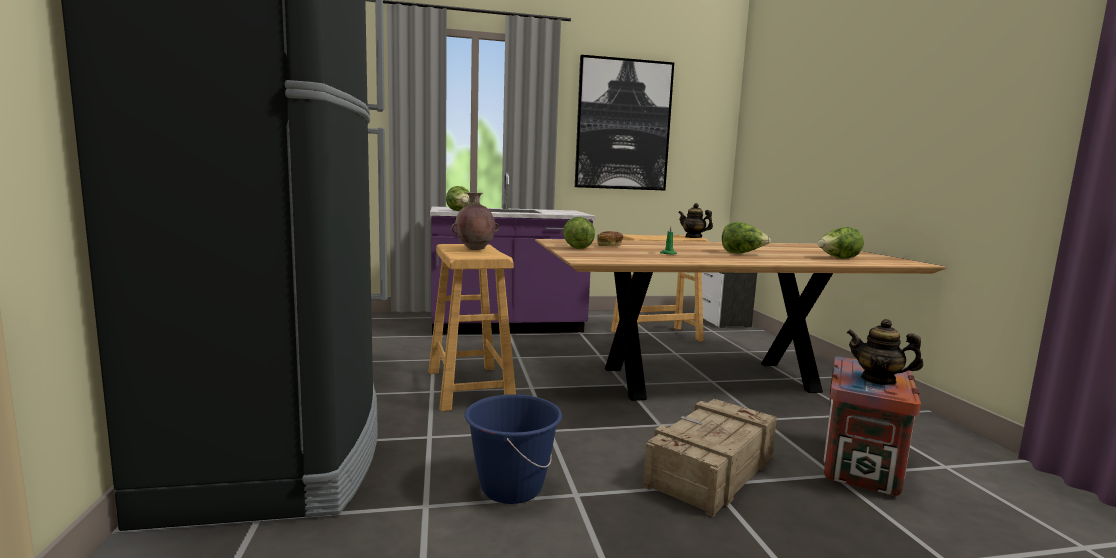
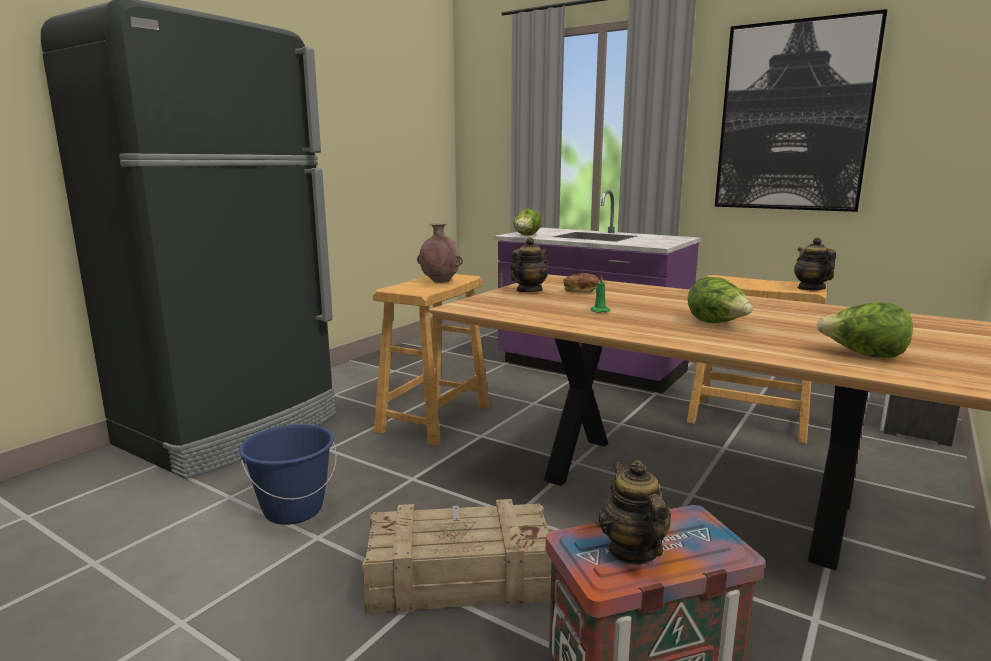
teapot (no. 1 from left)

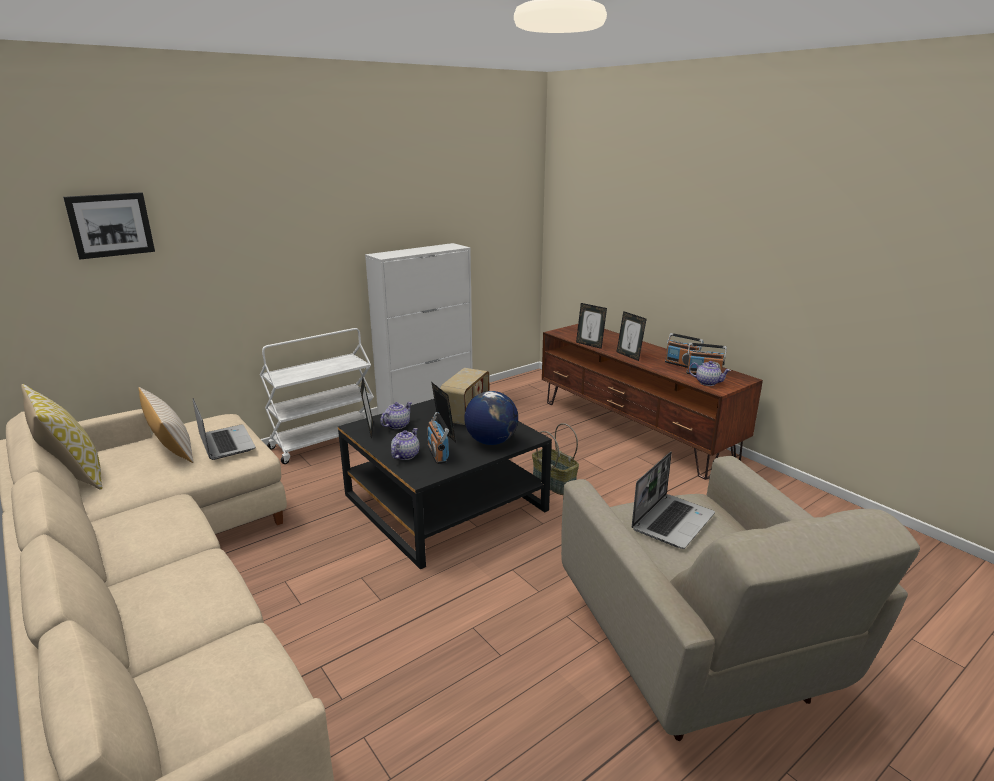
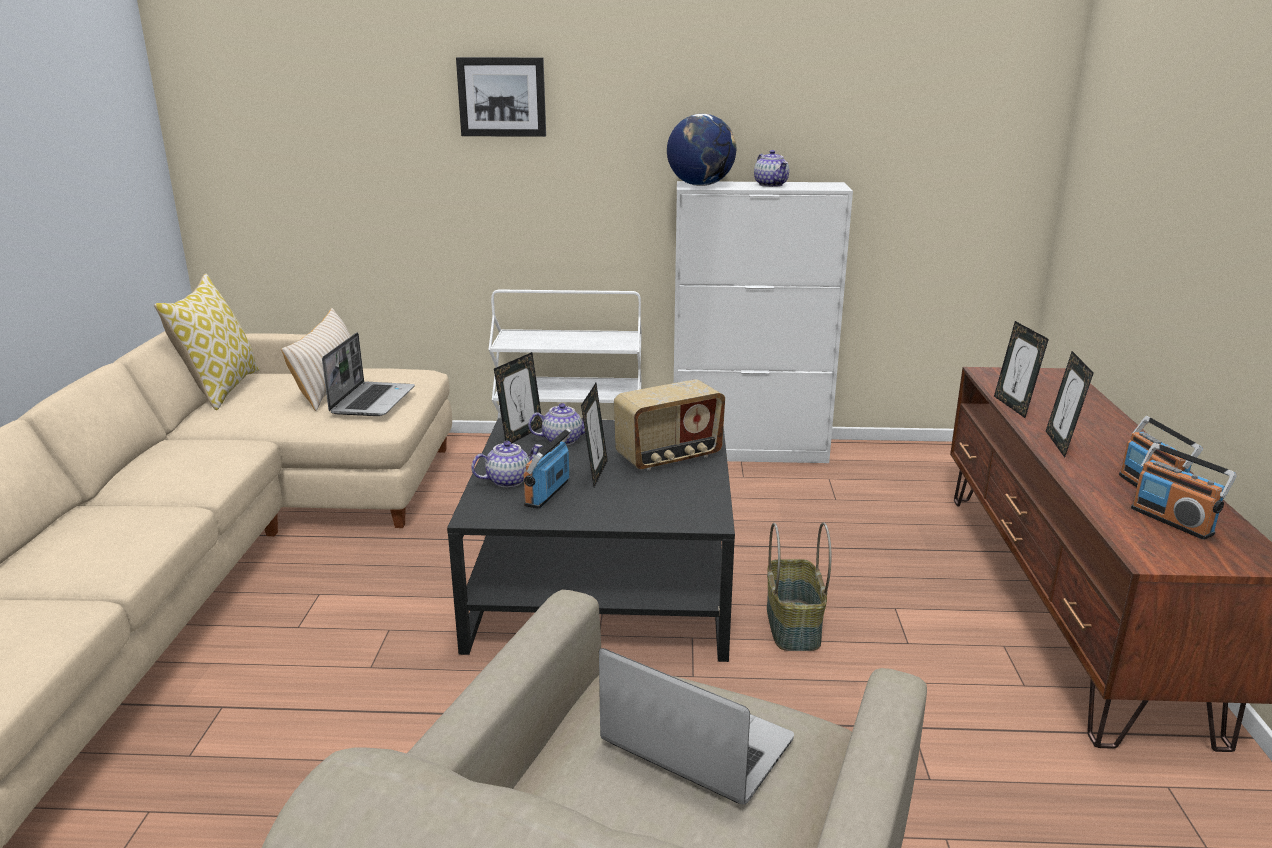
picture; globe; laptop (no. 2 from left); teapot (no. 3 from left)

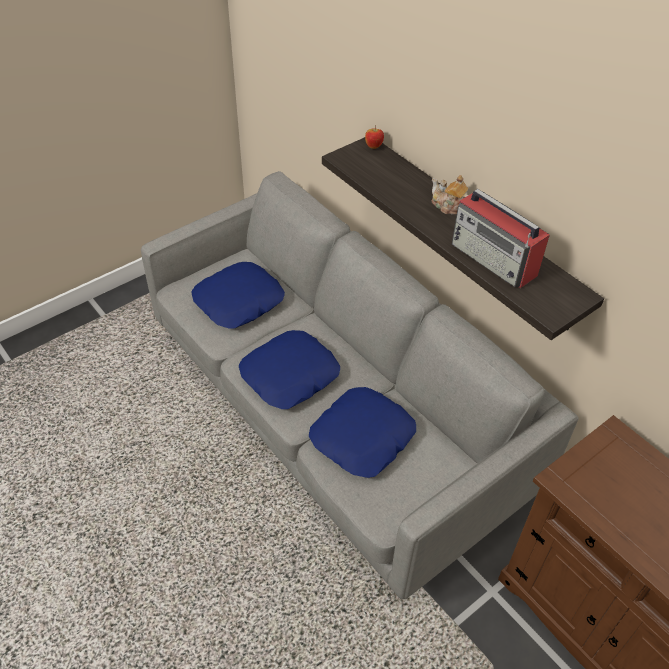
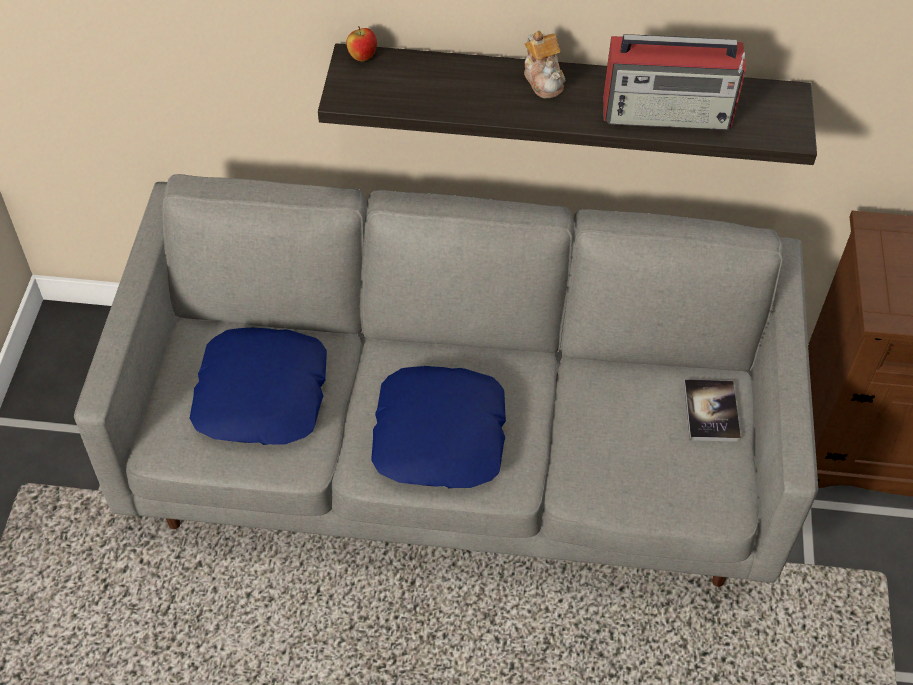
blue pillow (no. 3 from left in the first image); teapot; book

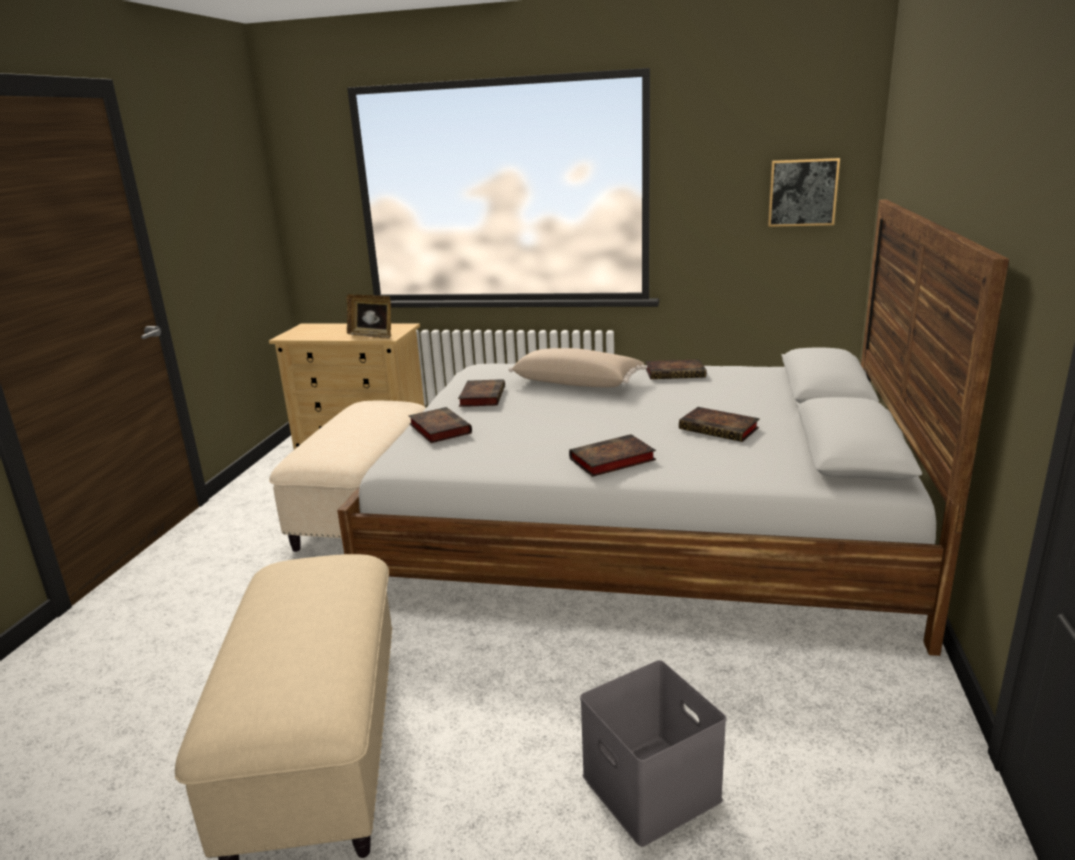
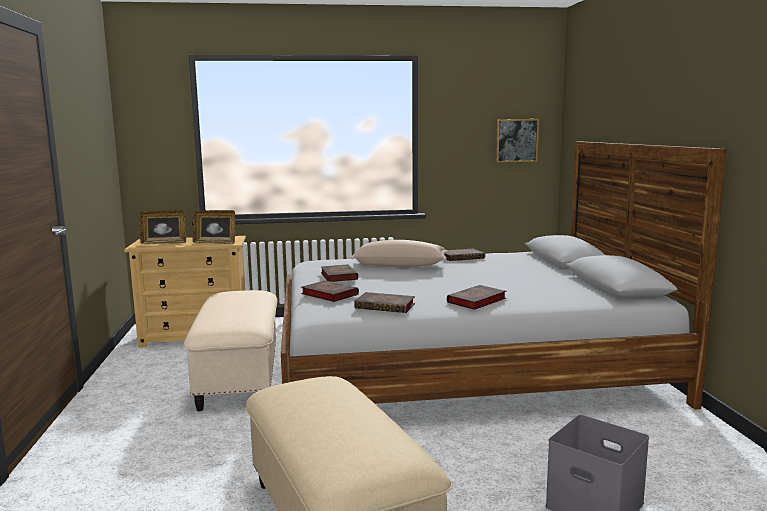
book (no. 3 from left); picture frame (no. 1 from left)

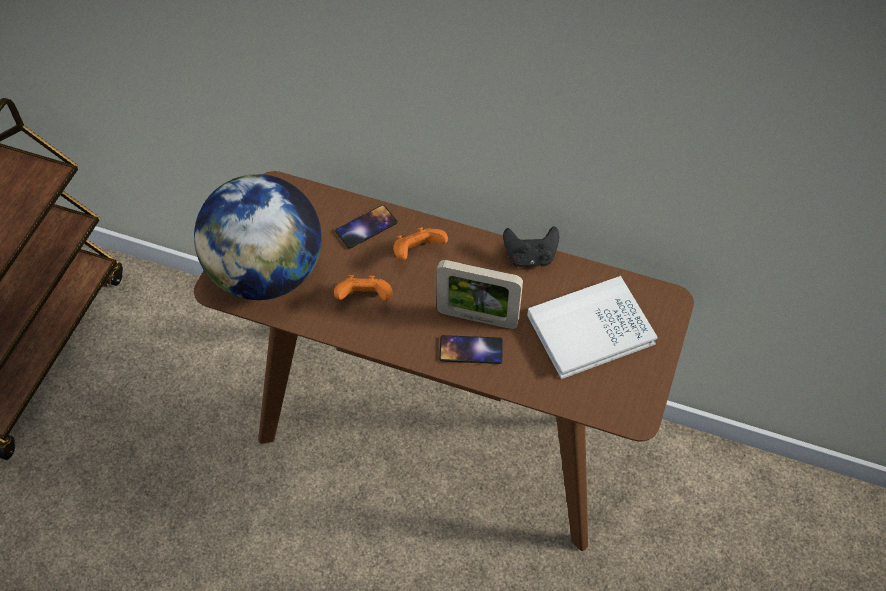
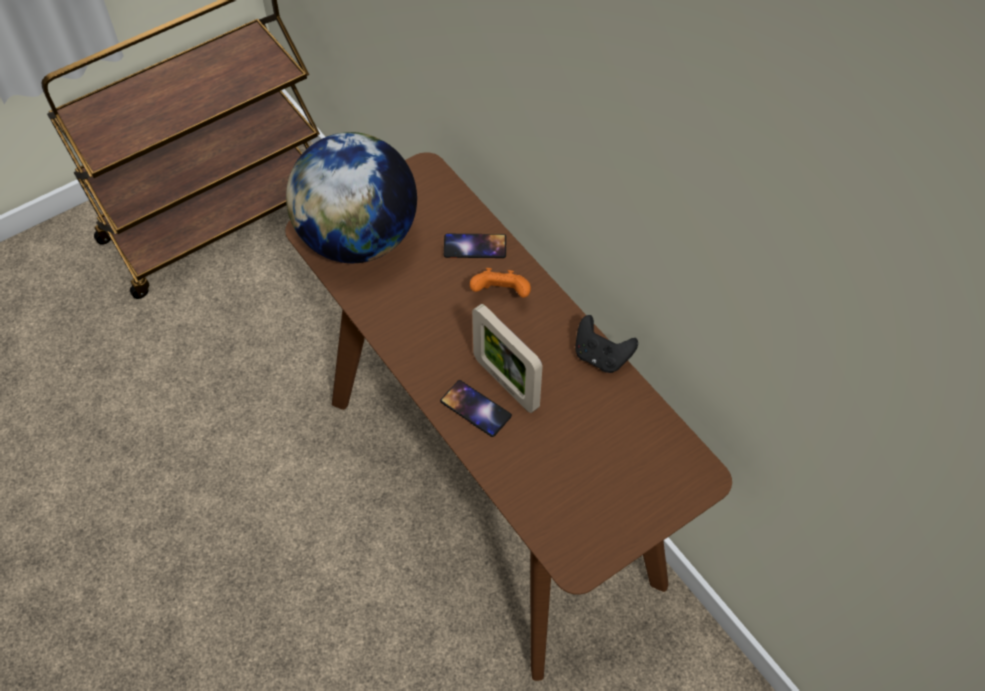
orange game controller (no. 1 from left in the first image); white book

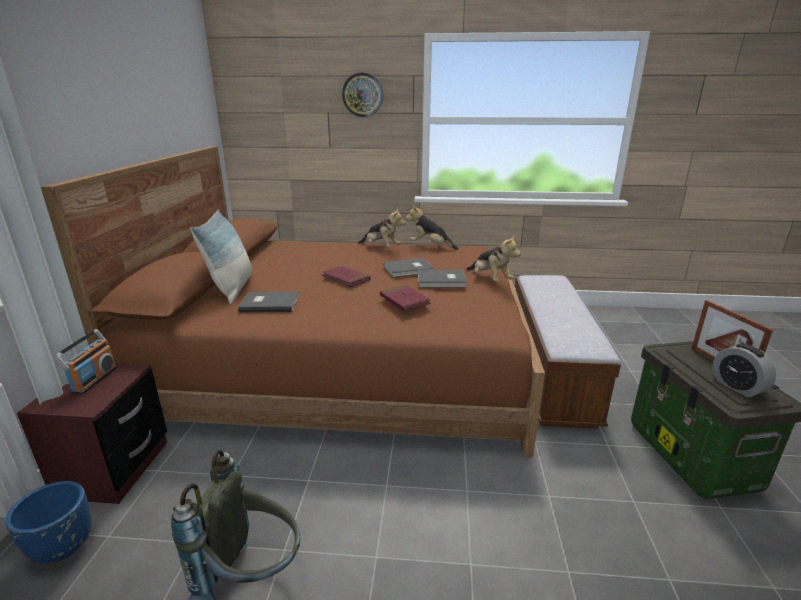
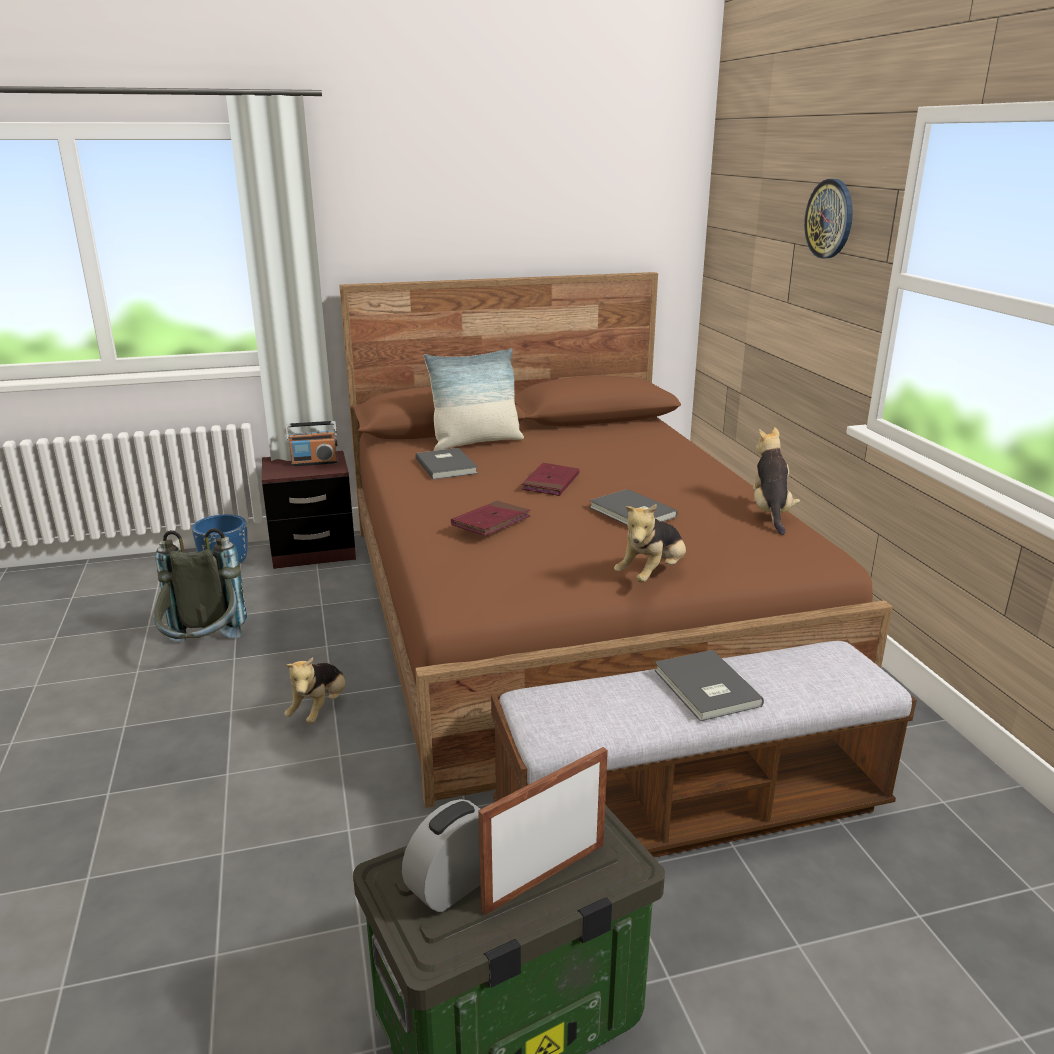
plush toy (no. 1 from left); grey book (no. 3 from left)

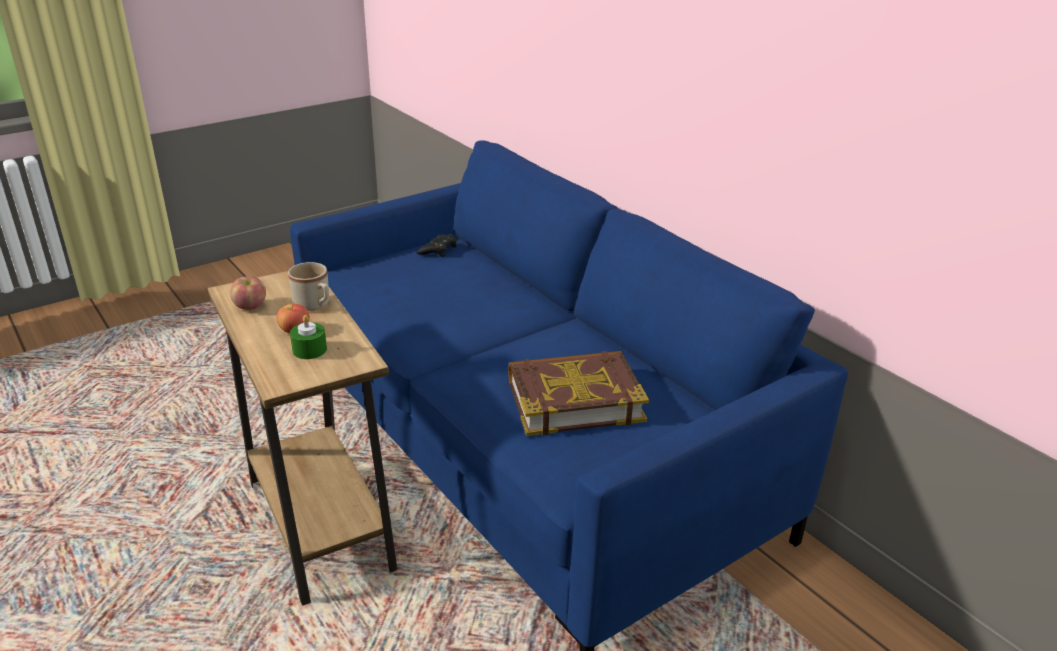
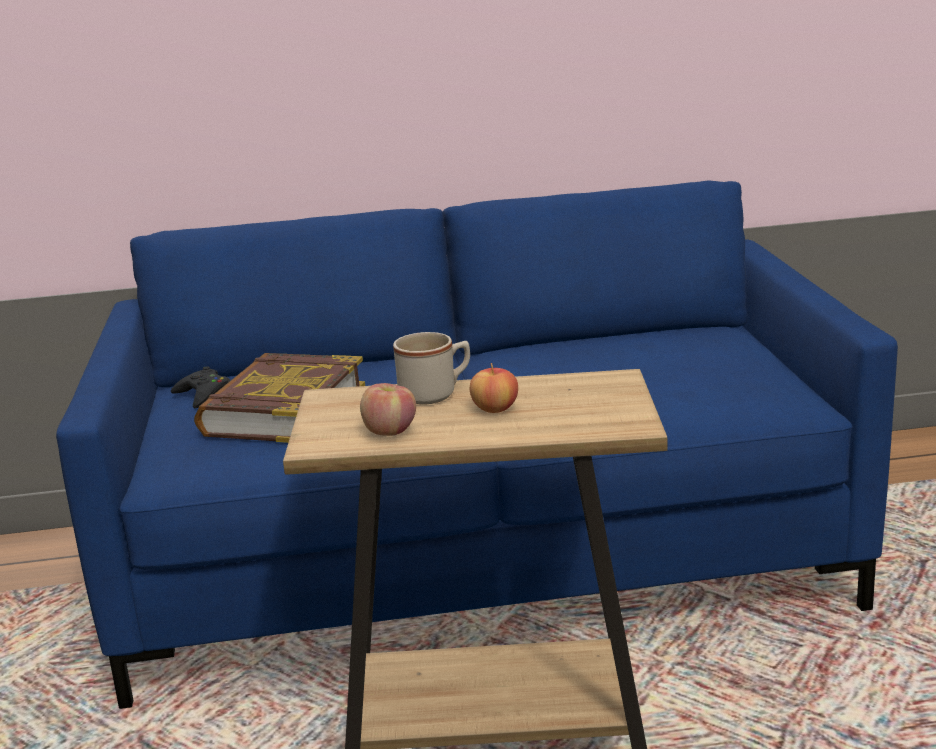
green candle; book

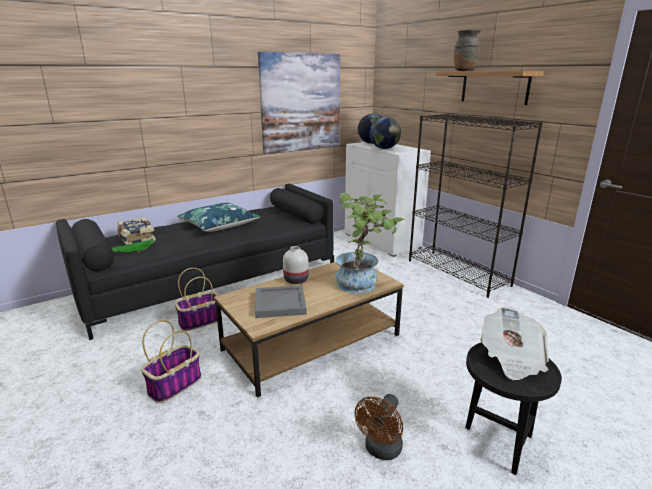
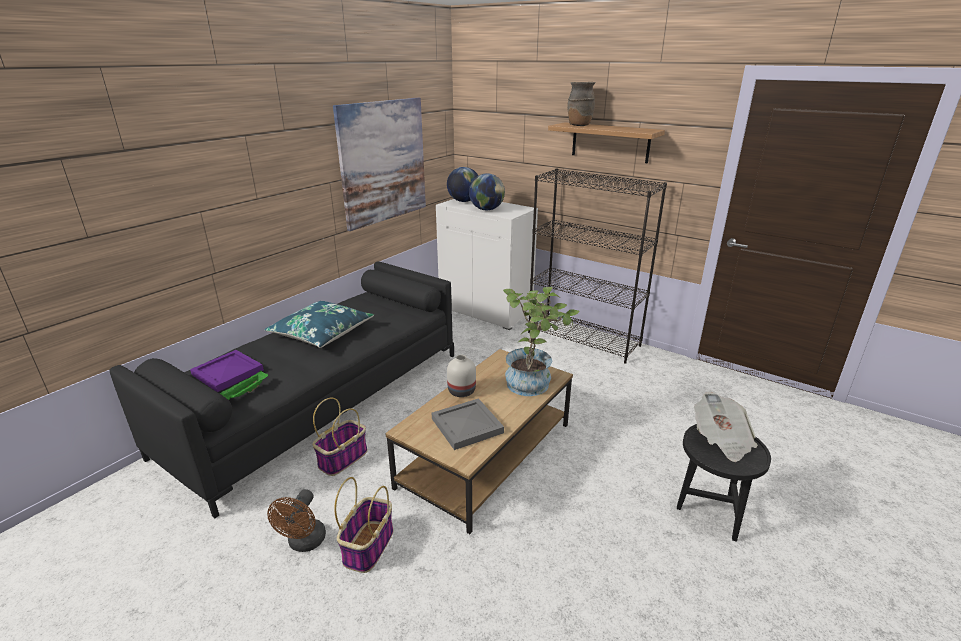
purple tray; brown fan

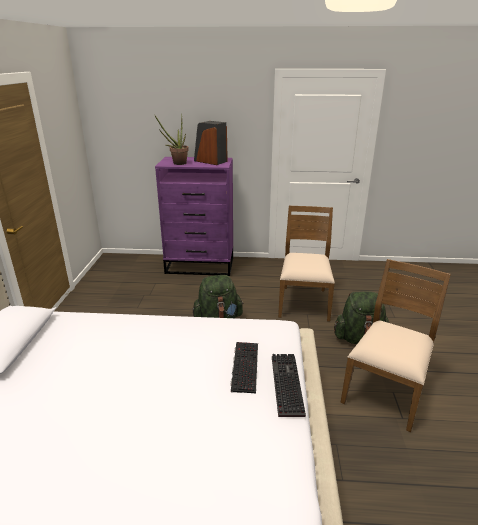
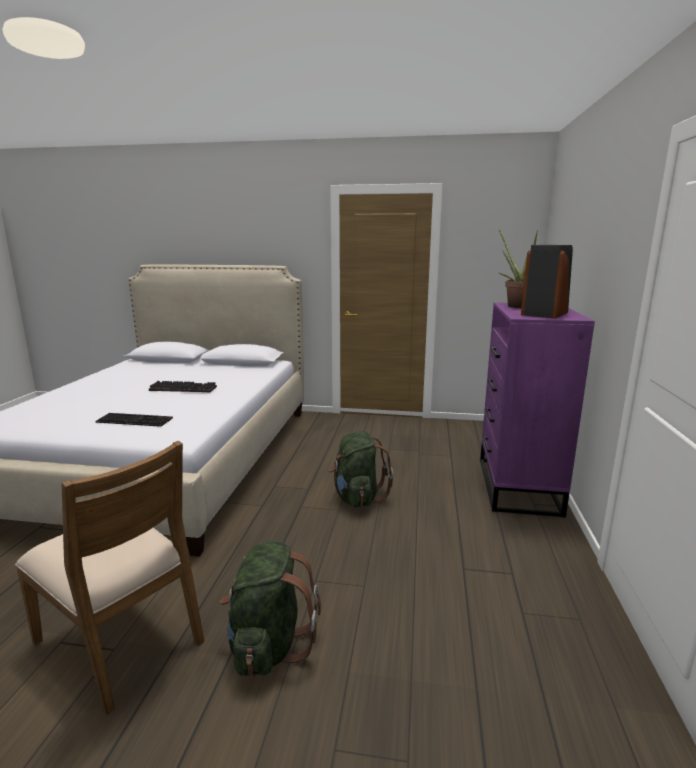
keyboard (no. 2 from left); brown chair (no. 1 from left in the first image)

